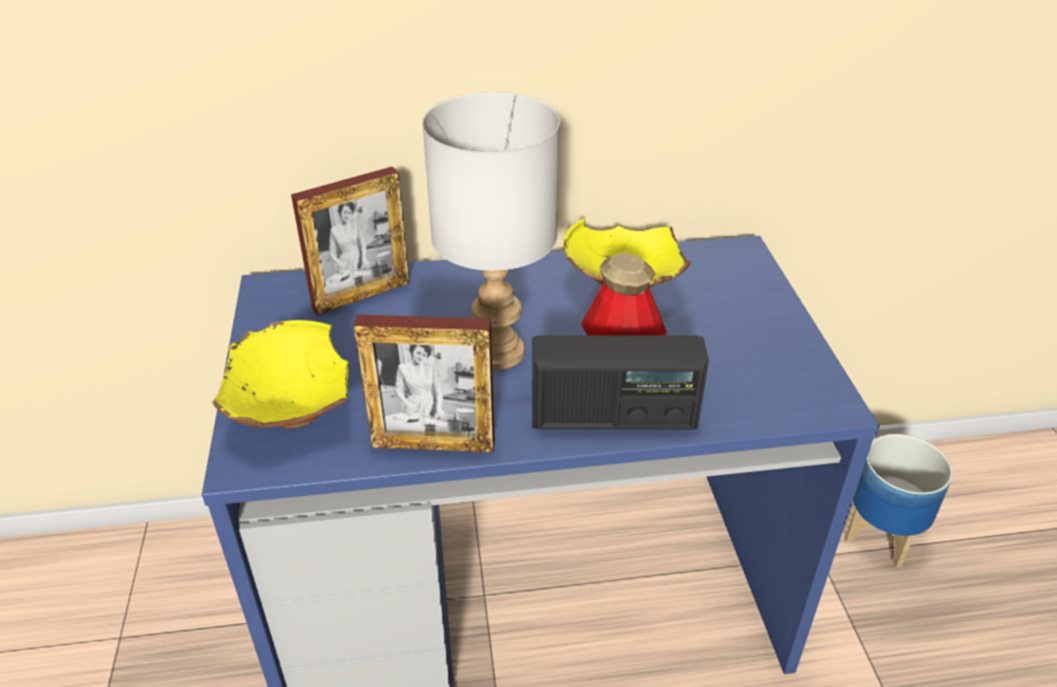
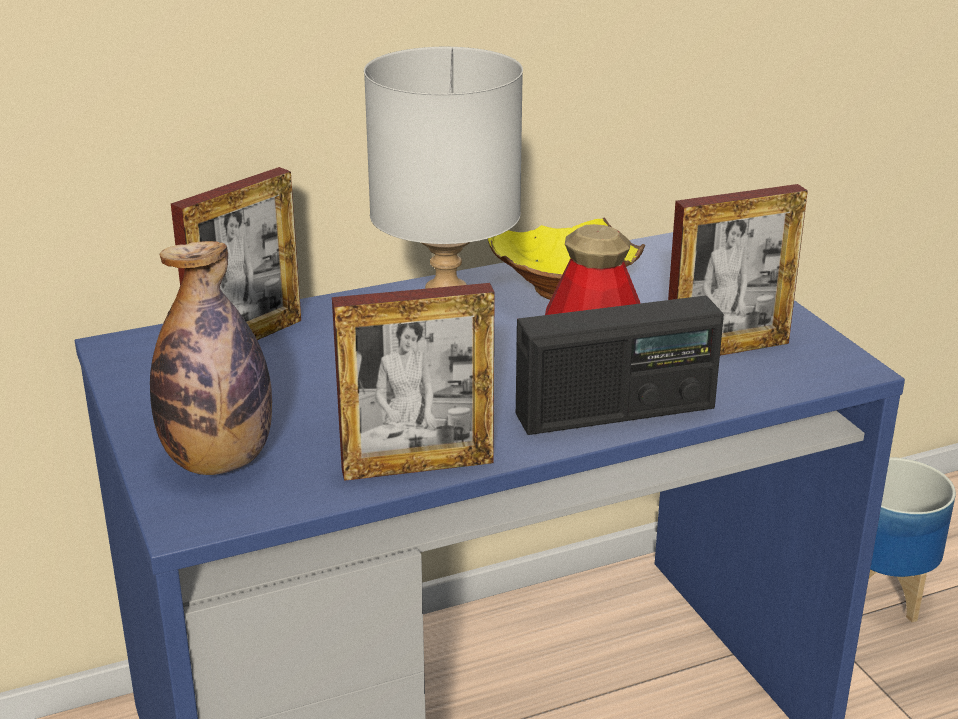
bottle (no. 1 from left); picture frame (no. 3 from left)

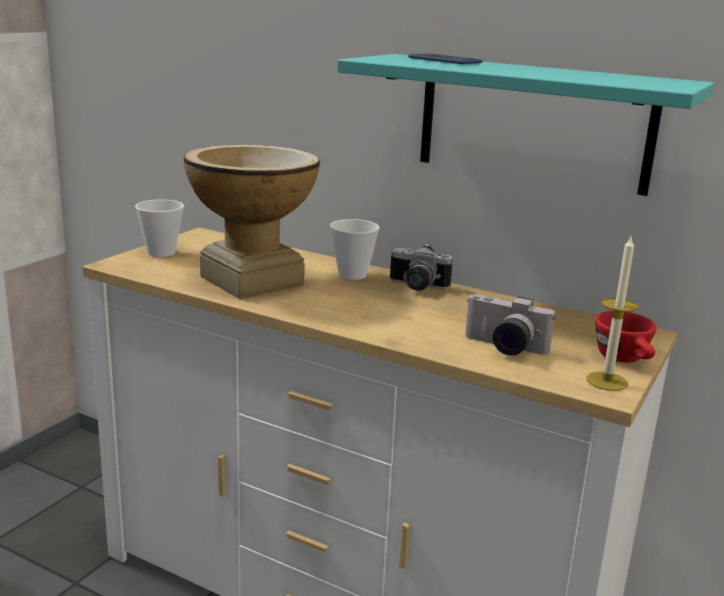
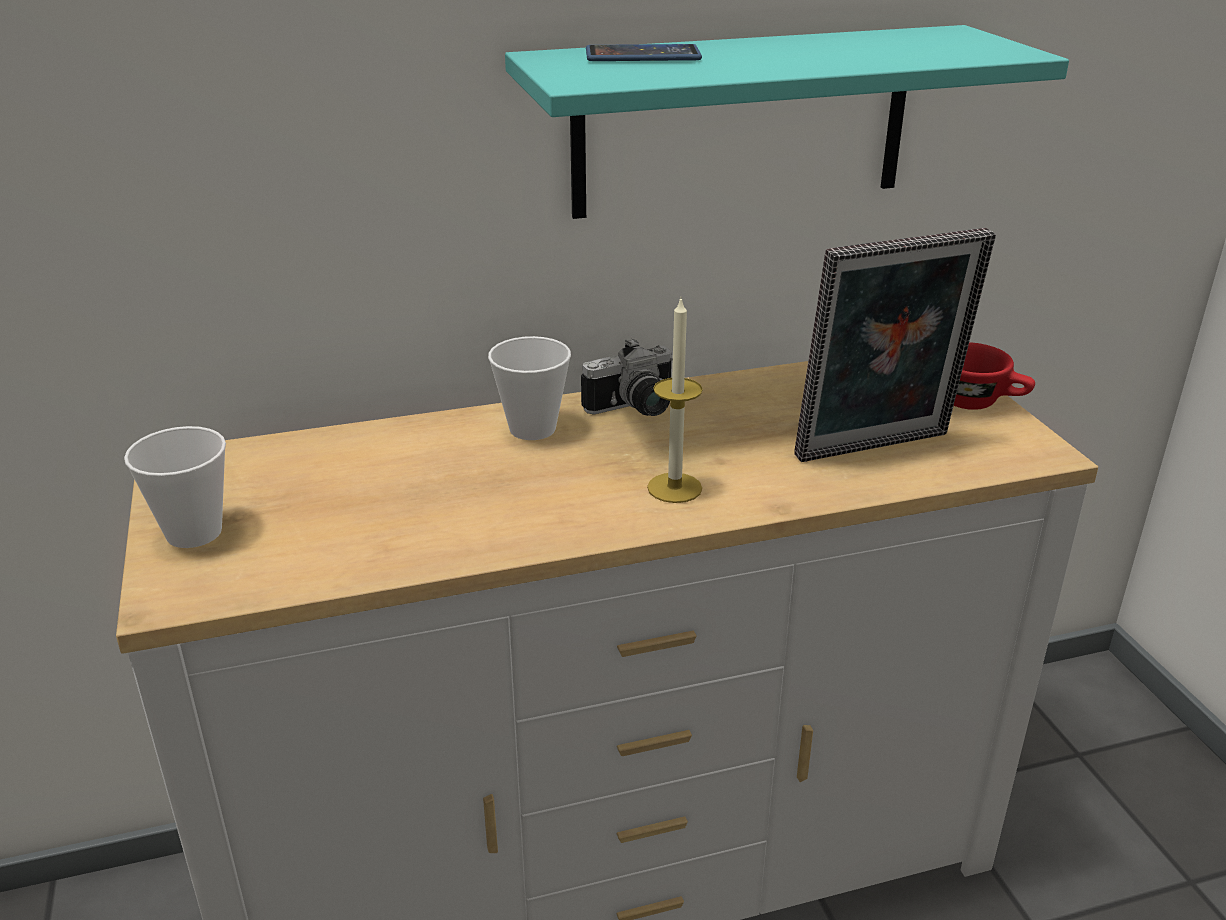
vase; picture frame; candle

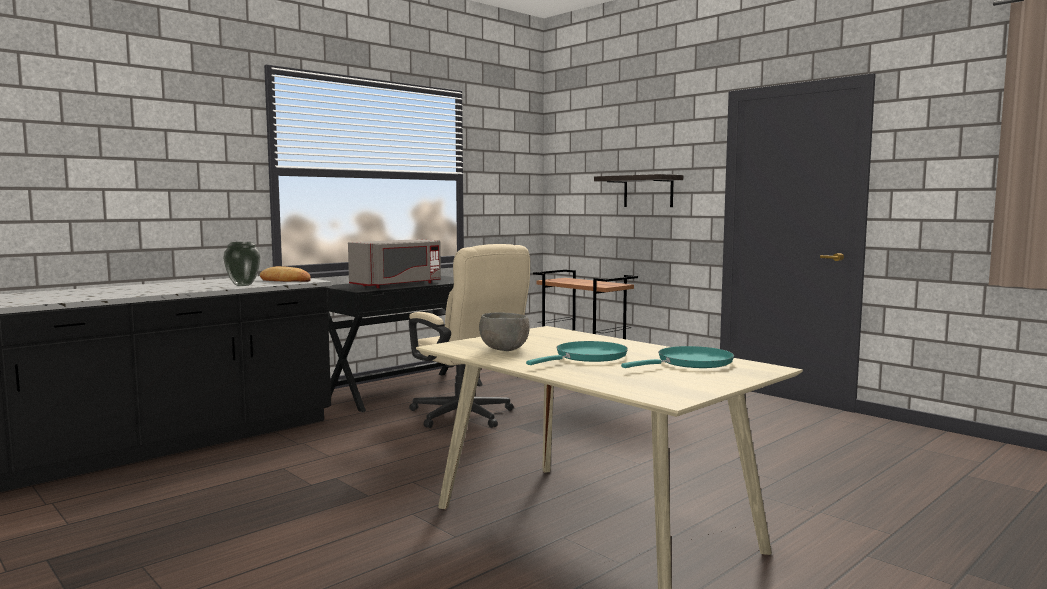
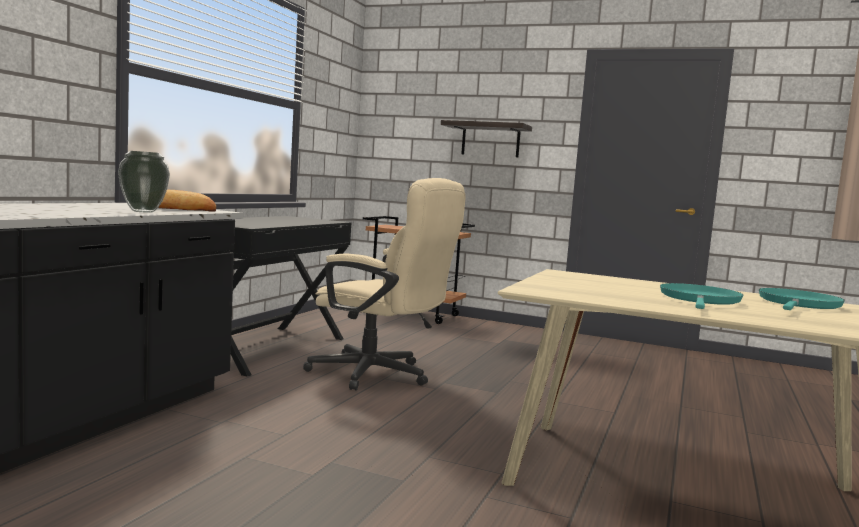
grey microwave; grey bowl

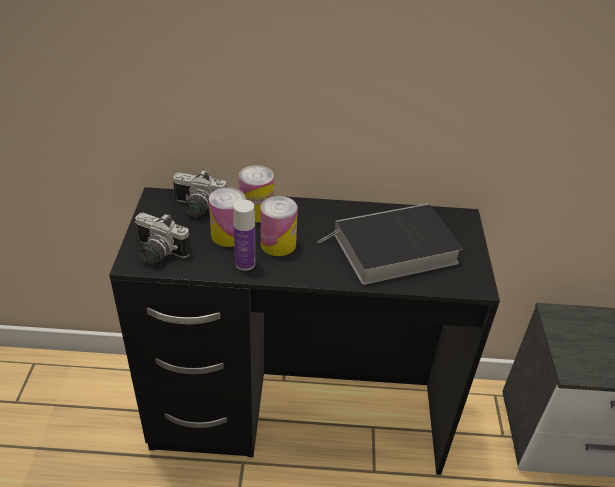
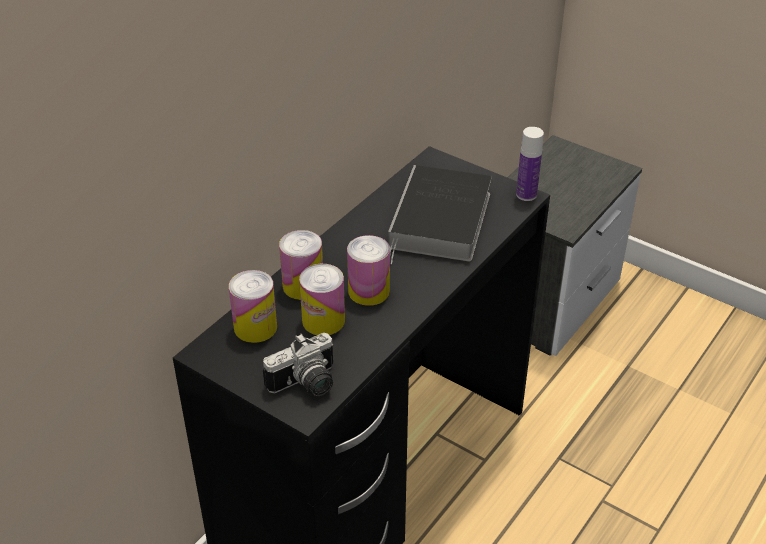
can (no. 1 from left); bottle

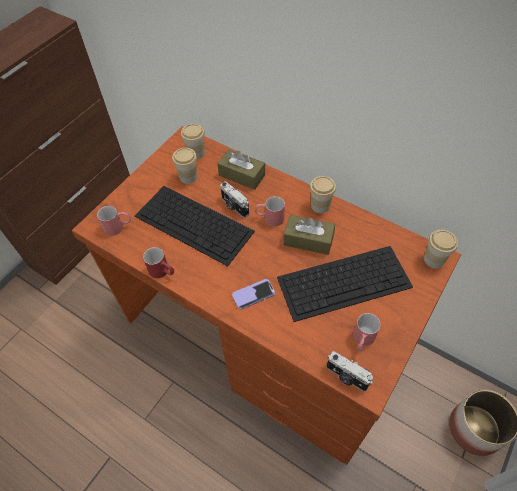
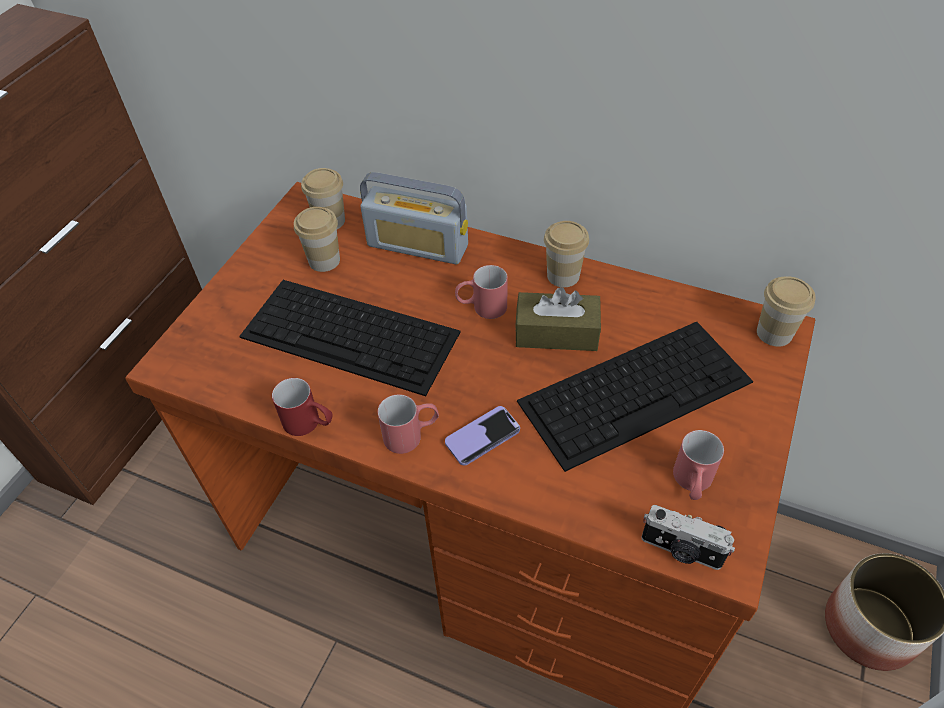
red mug (no. 2 from left); radio; photo camera (no. 1 from left in the first image)

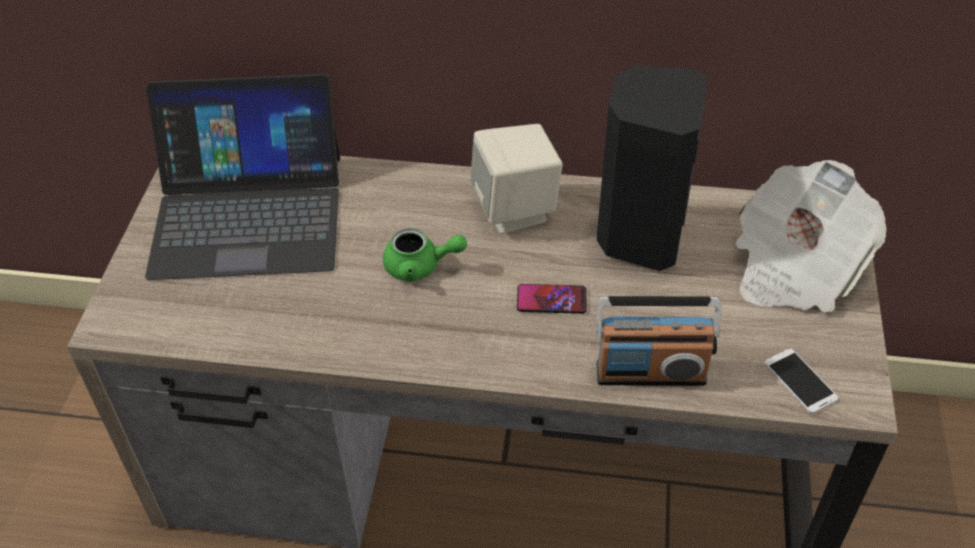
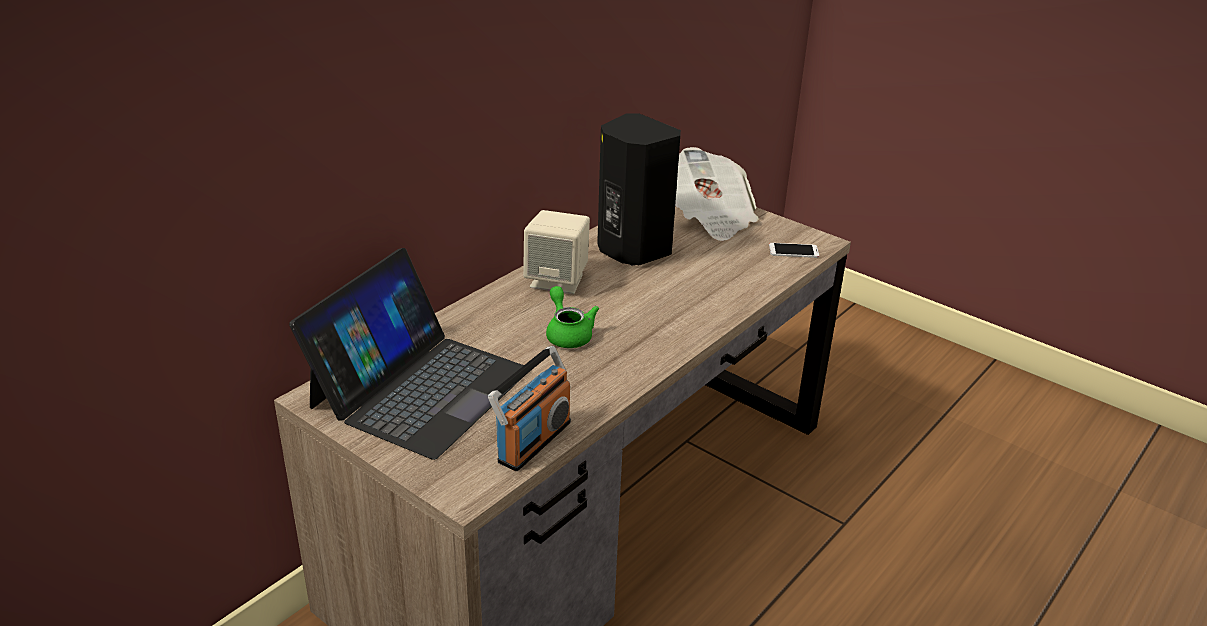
green teapot; phone (no. 1 from left in the first image); radio

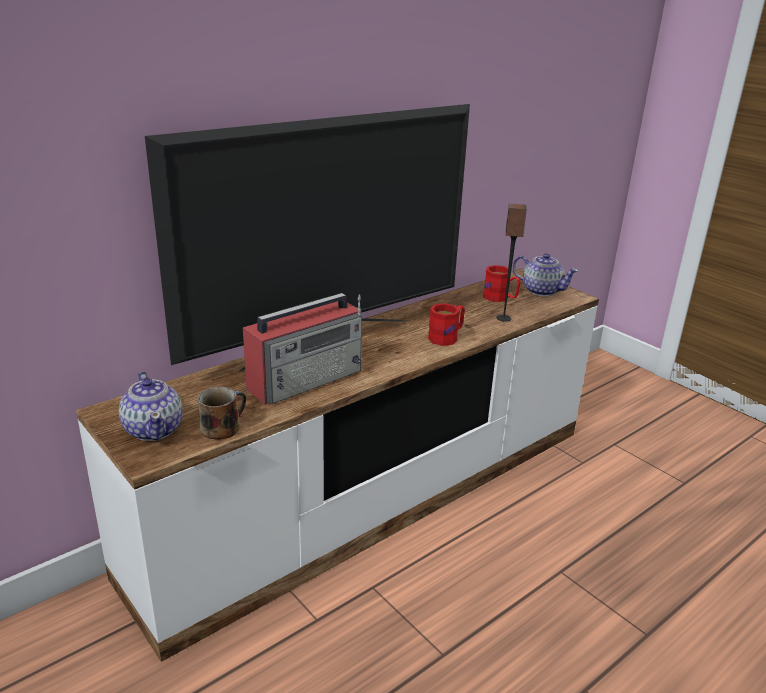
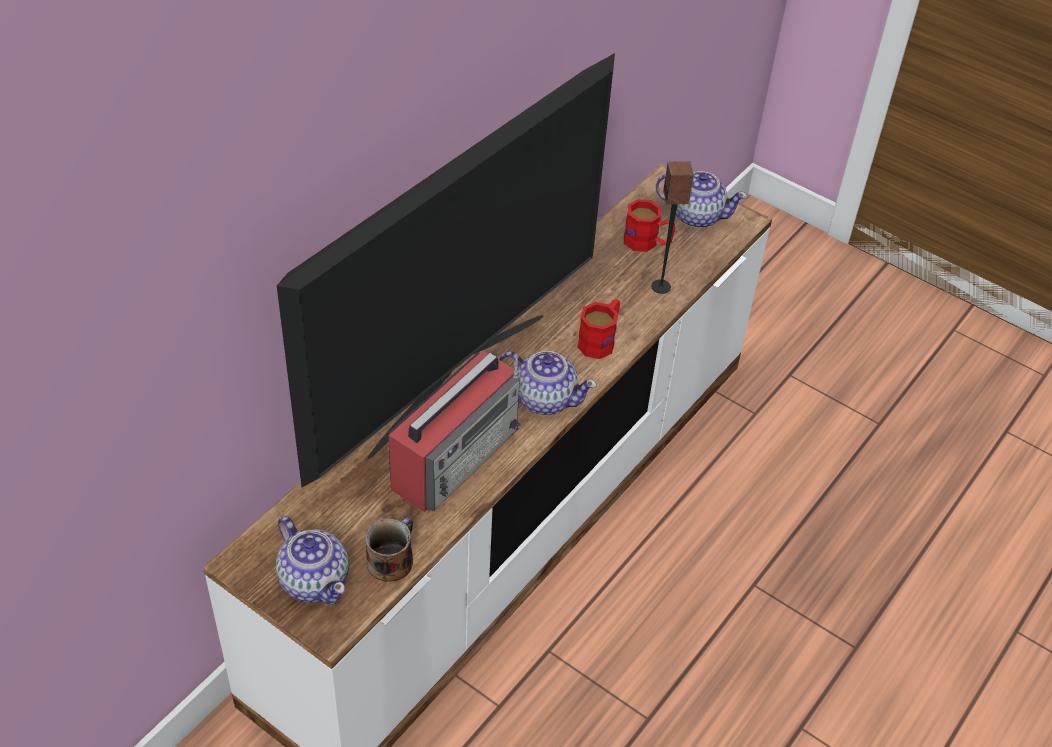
teapot (no. 2 from left)

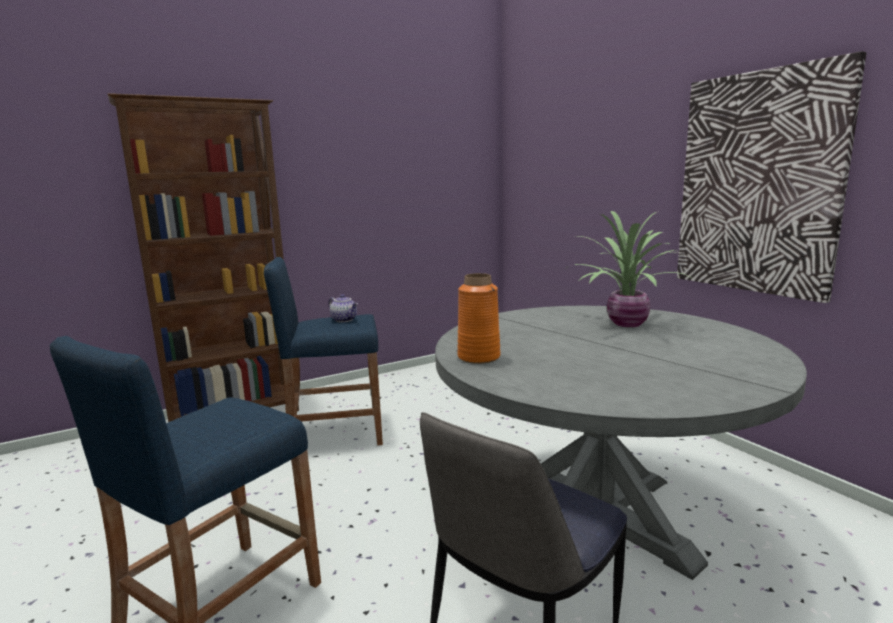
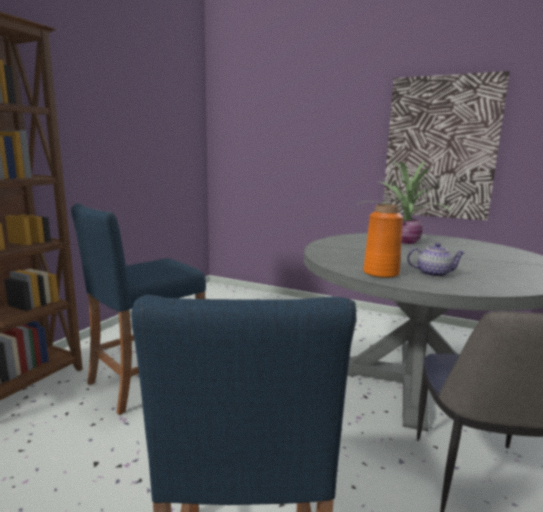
teapot

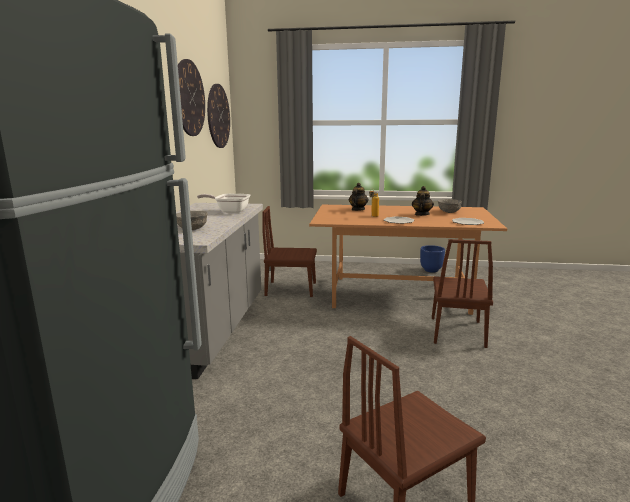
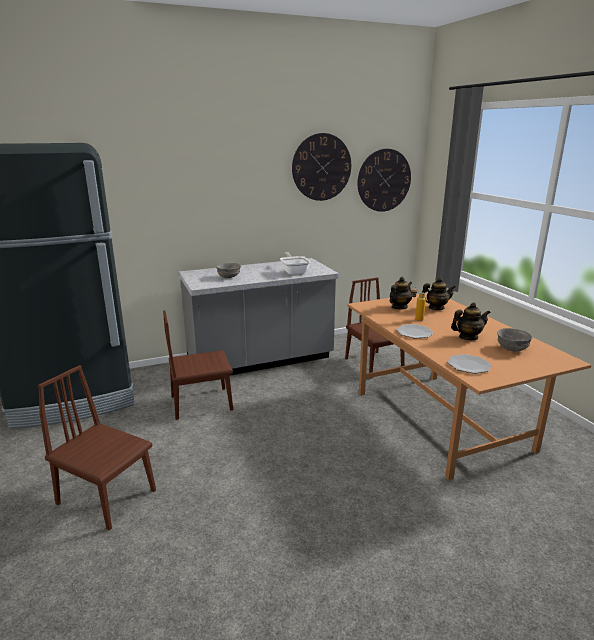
blue planter; brown chair (no. 2 from left); teapot (no. 1 from left)

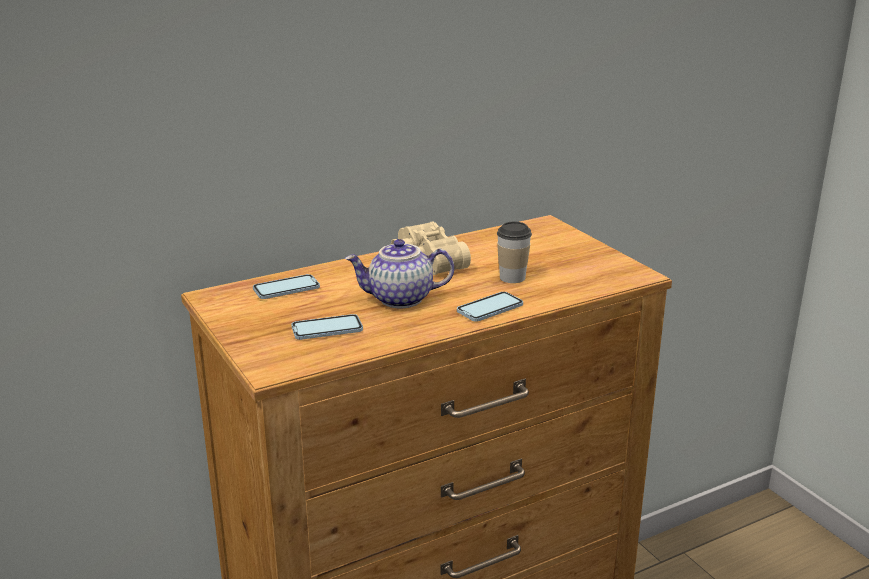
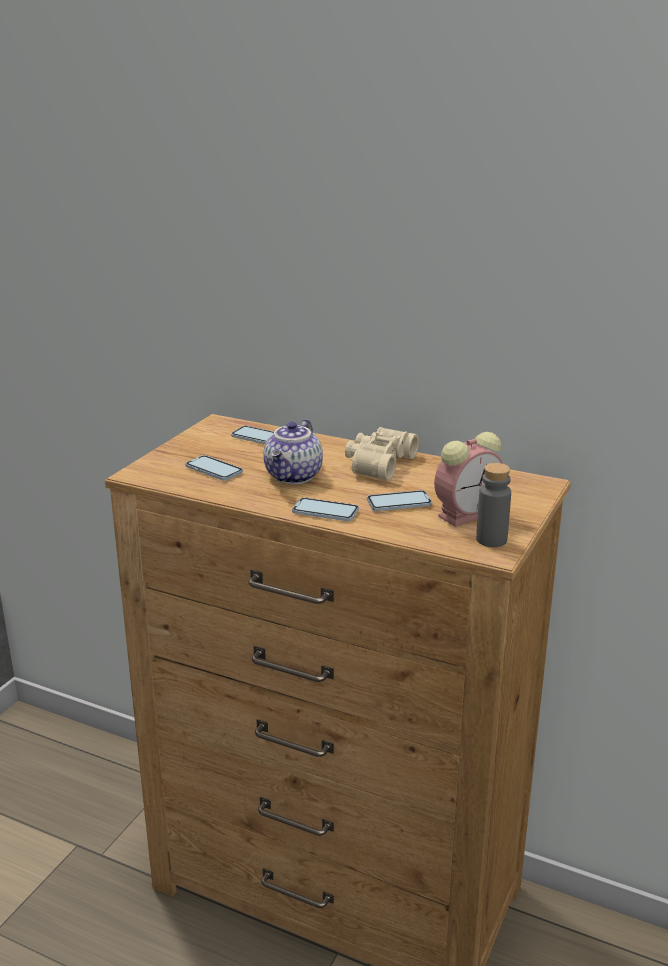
teapot; phone (no. 4 from left); alarm clock; grey bottle

